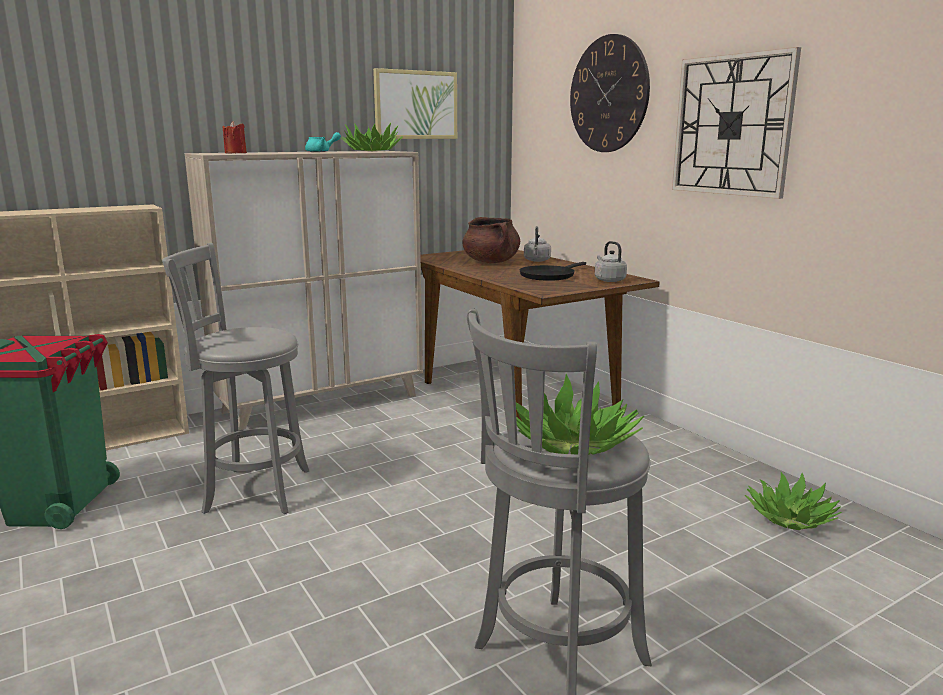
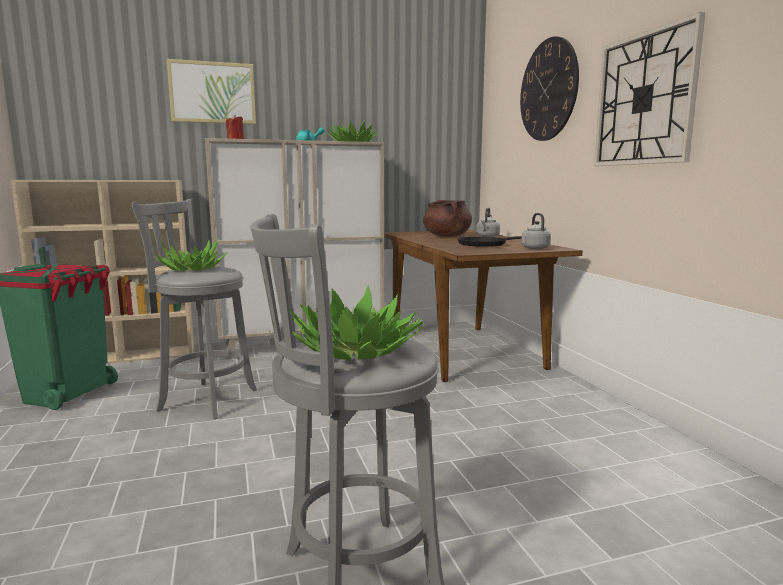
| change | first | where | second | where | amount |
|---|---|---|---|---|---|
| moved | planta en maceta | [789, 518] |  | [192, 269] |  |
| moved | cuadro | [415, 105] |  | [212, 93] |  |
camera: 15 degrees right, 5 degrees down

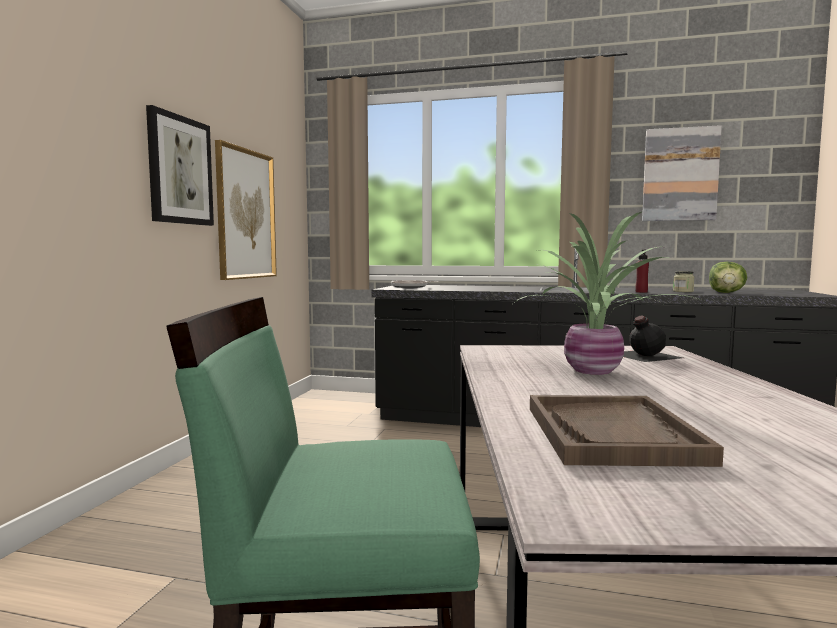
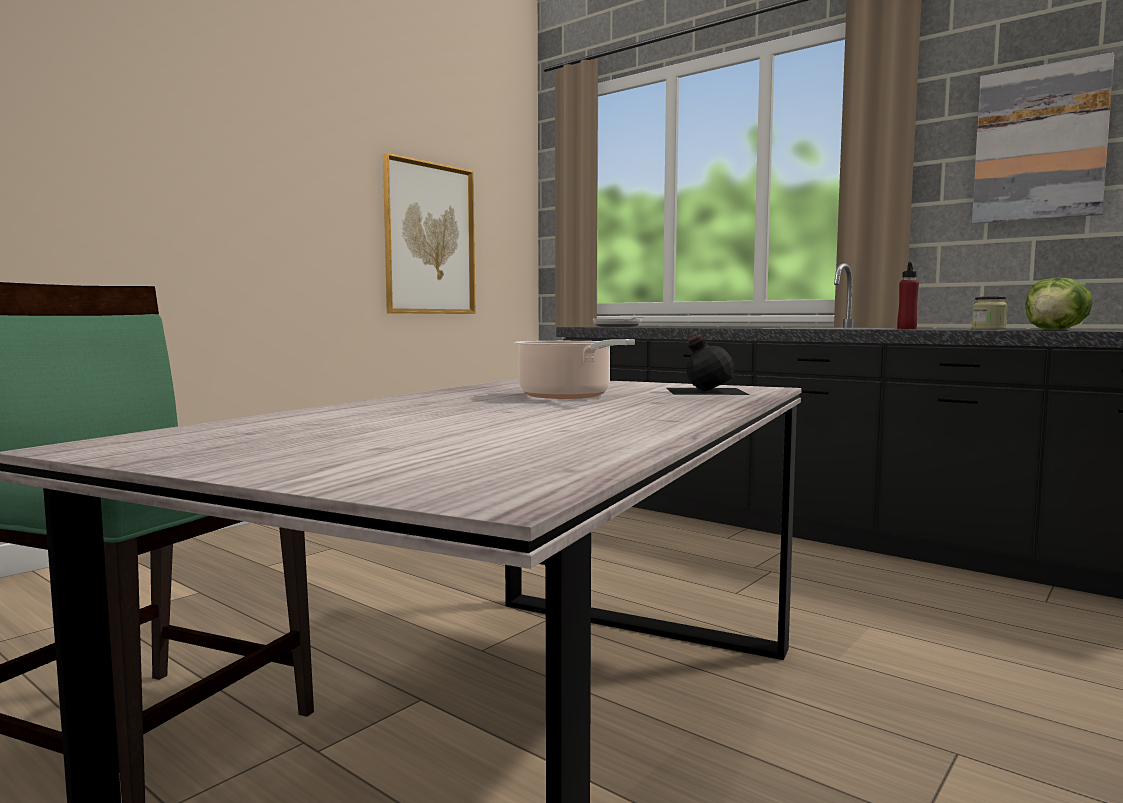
| change | first | where | second | where | amount |
|---|---|---|---|---|---|
| replaced | planta en maceta | [596, 371] | olla | [568, 396] |  |
| removed | cuadro | [180, 170] |  |  |  |
| removed | bandeja/marrón | [611, 434] |  |  |  |
camera: 25 degrees right, 0 degrees up

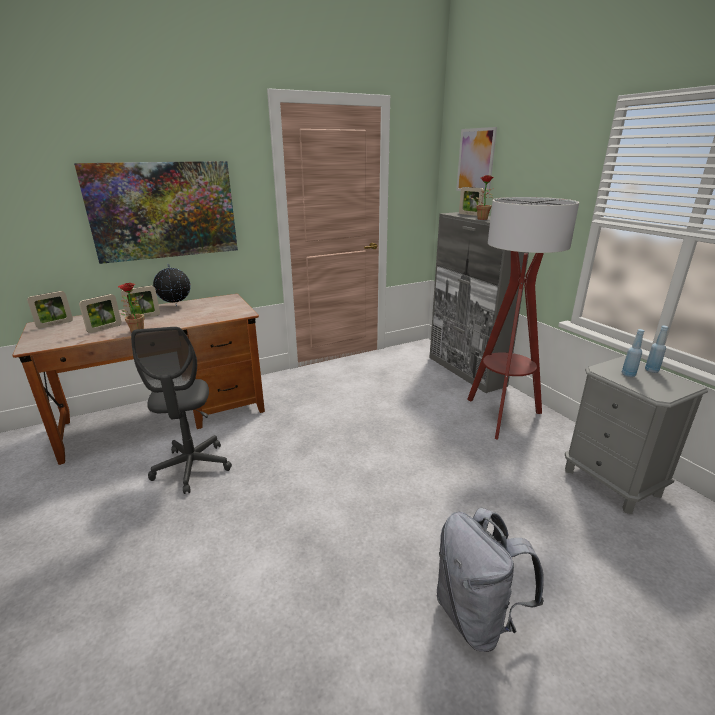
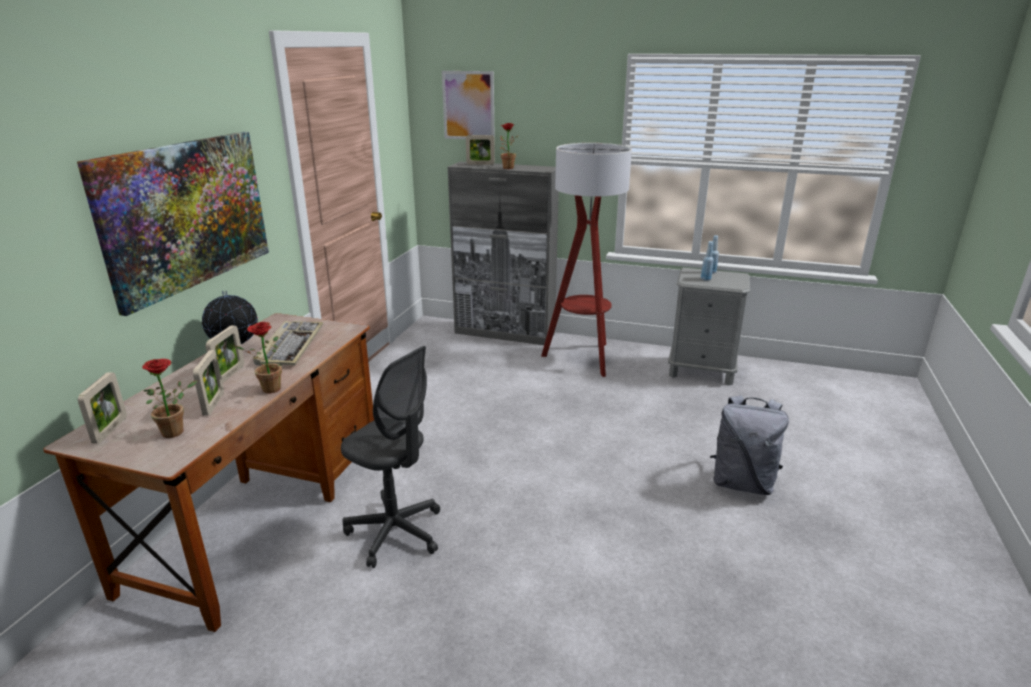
| change | first | where | second | where | amount |
|---|---|---|---|---|---|
| added |  |  | planta en maceta | [177, 431] |  |
| added |  |  | teclado | [290, 345] |  |
camera: 45 degrees left, 0 degrees up

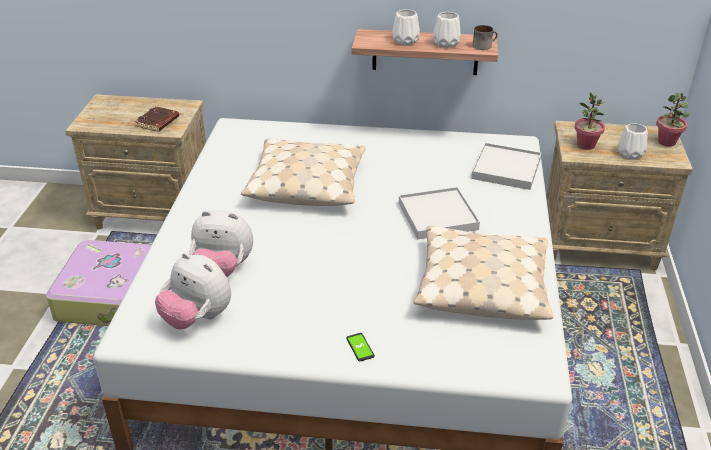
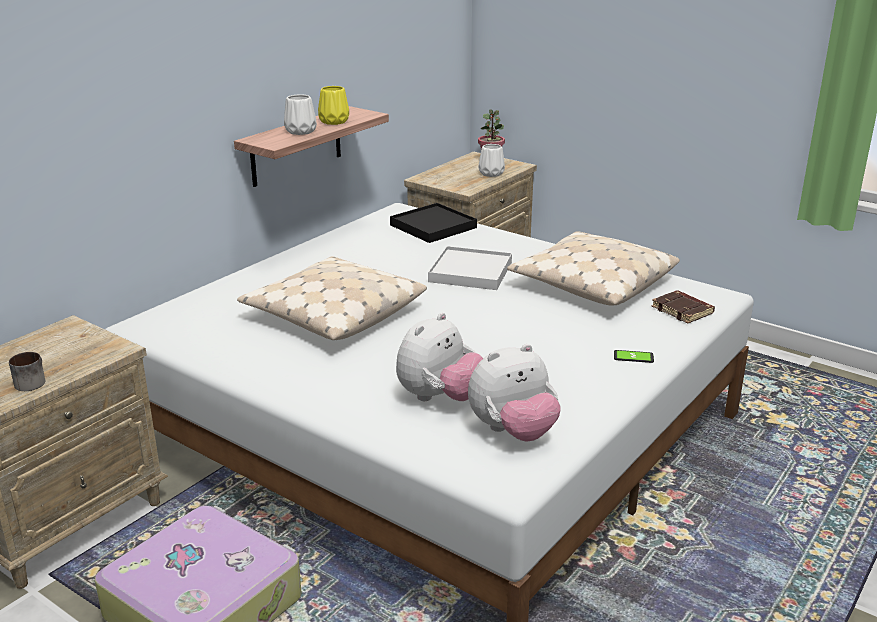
| change | first | where | second | where | amount |
|---|---|---|---|---|---|
| moved | taza grande | [484, 45] |  | [31, 381] |  |
| recoloured | florero/blanco | [445, 43] | florero/amarillo | [333, 121] |  |
| recoloured | bandeja/blanco | [506, 169] | bandeja/negro | [433, 226] |  |
| moved | libro/marrón | [158, 122] |  | [683, 311] |  |
| removed | planta en maceta | [586, 145] |  |  |  |
camera: 60 degrees left, 10 degrees down

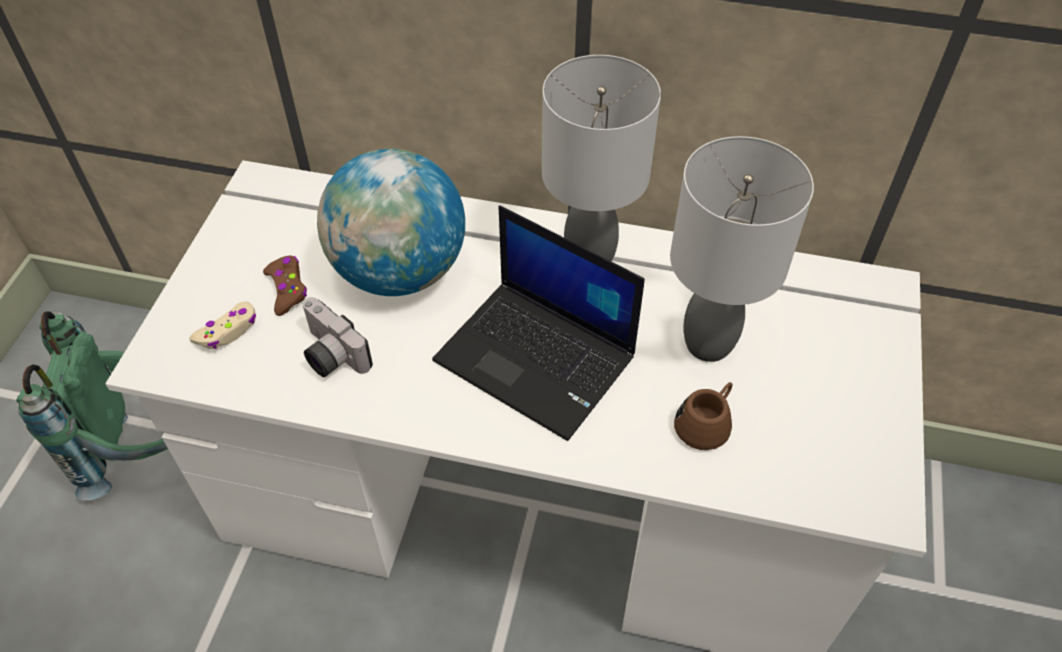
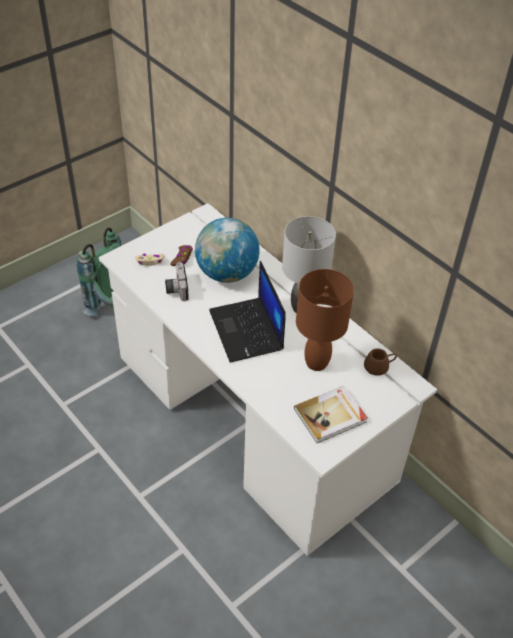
| change | first | where | second | where | amount |
|---|---|---|---|---|---|
| added |  |  | libro | [331, 416] |  |
| recoloured | lámpara de mesa/gris | [707, 342] | lámpara de mesa/marrón | [317, 362] |  |
| moved | taza grande/marrón | [706, 423] |  | [379, 366] |  |
camera: 35 degrees right, 5 degrees down

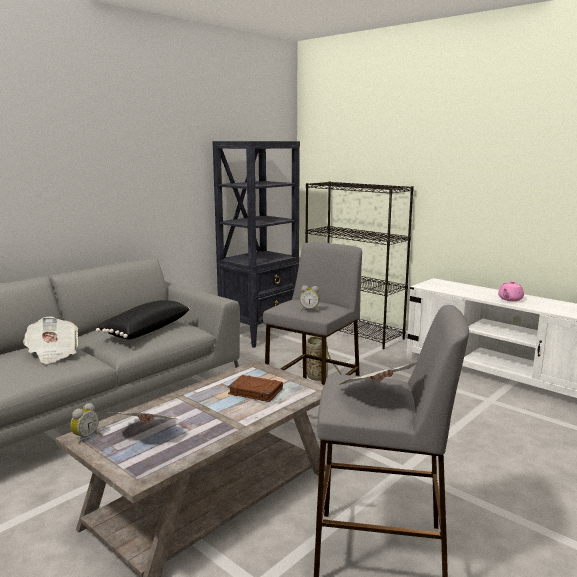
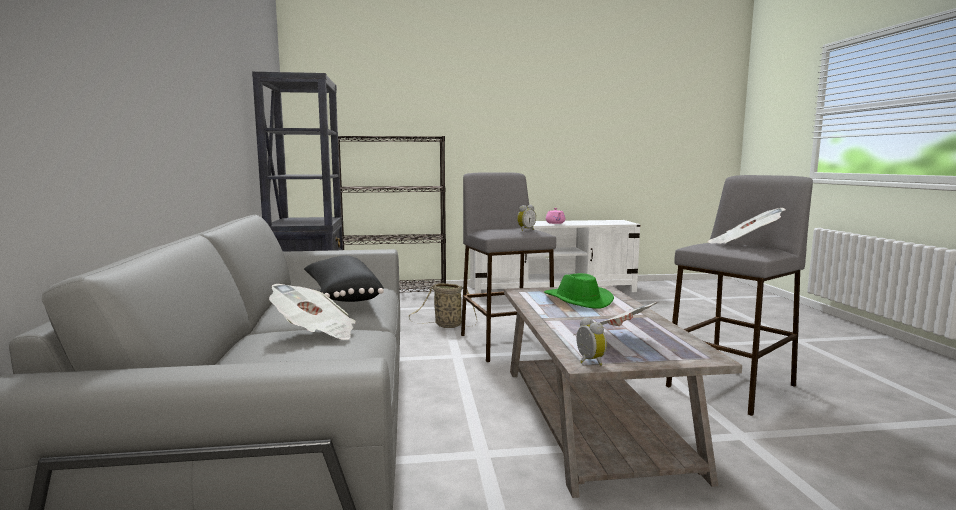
| change | first | where | second | where | amount |
|---|---|---|---|---|---|
| replaced | libro/marrón | [254, 391] | sombrero/verde | [576, 300] |  |
camera: 50 degrees left, 5 degrees down

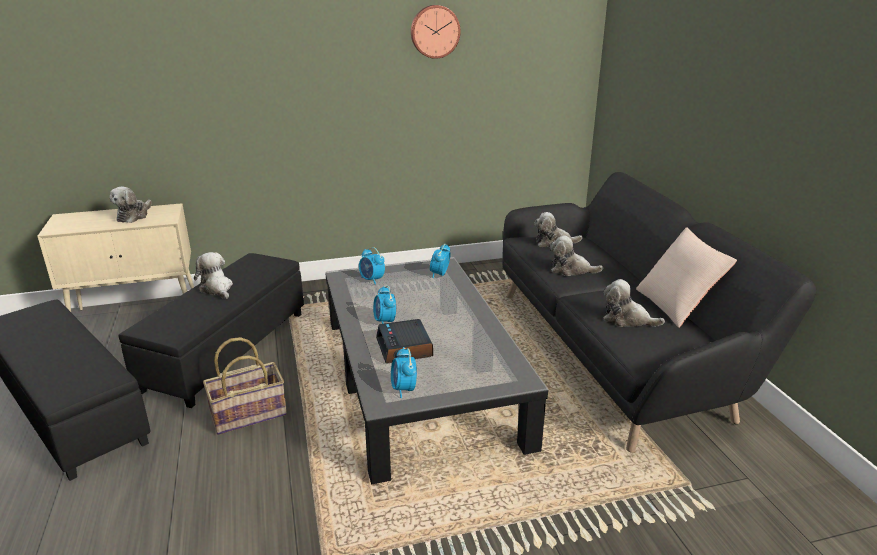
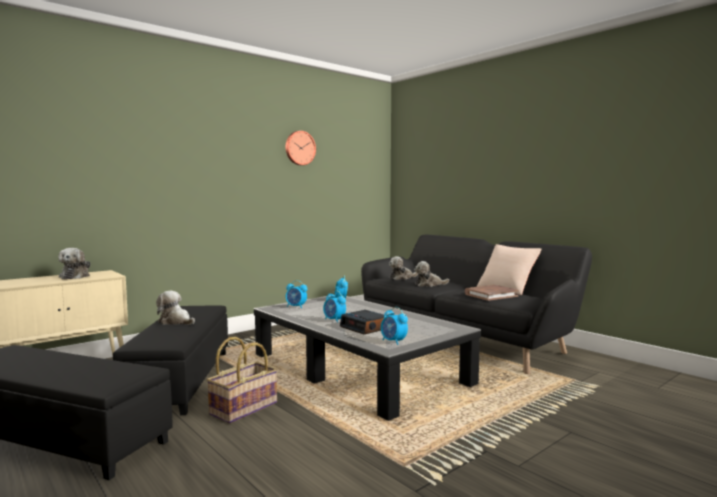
| change | first | where | second | where | amount |
|---|---|---|---|---|---|
| replaced | peluche | [627, 319] | libro/marrón | [491, 295] |  |
camera: 25 degrees left, 20 degrees down

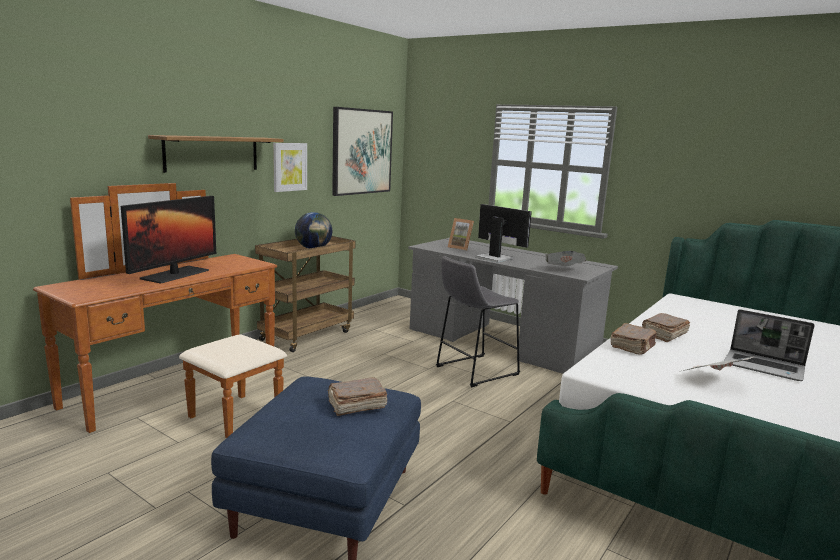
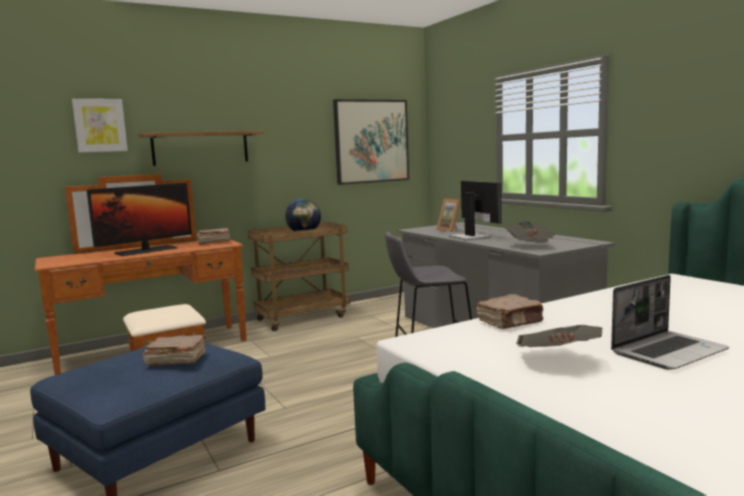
| change | first | where | second | where | amount |
|---|---|---|---|---|---|
| moved | cuadro | [289, 167] |  | [100, 125] |  |
| moved | libro/marrón | [663, 335] |  | [213, 242] |  |
| turned | portátil | [764, 367] |  | [668, 351] | 90 degrees counterclockwise |
camera: 25 degrees right, 5 degrees down

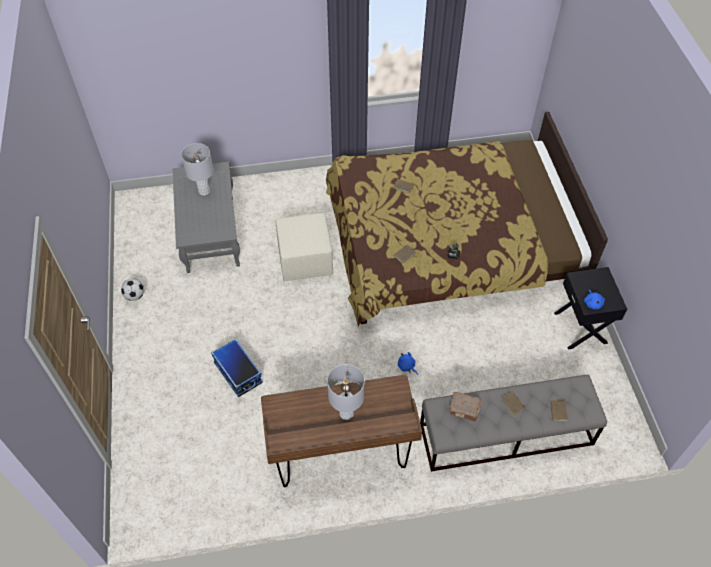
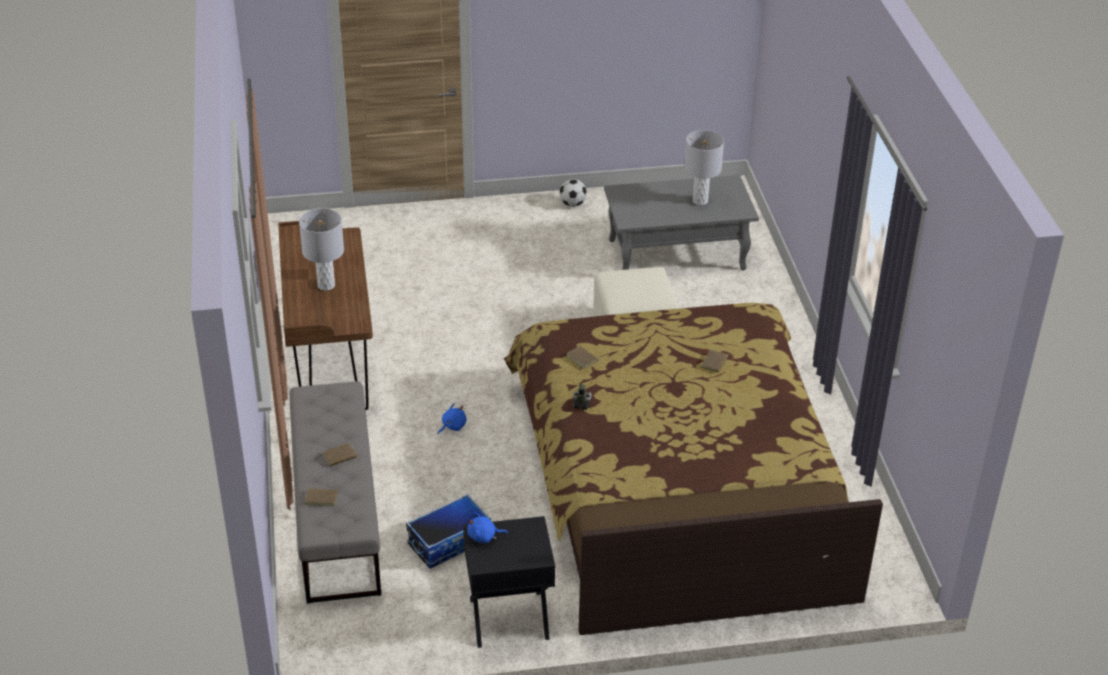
| change | first | where | second | where | amount |
|---|---|---|---|---|---|
| moved | caja de almacenaje | [237, 373] |  | [449, 542] |  |
| removed | libro/marrón | [464, 409] |  |  |  |
camera: 90 degrees right, 15 degrees down

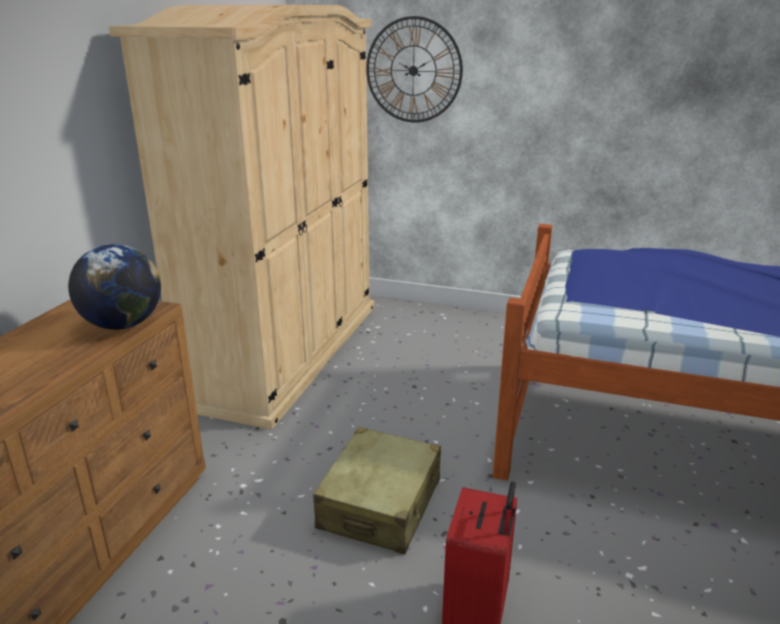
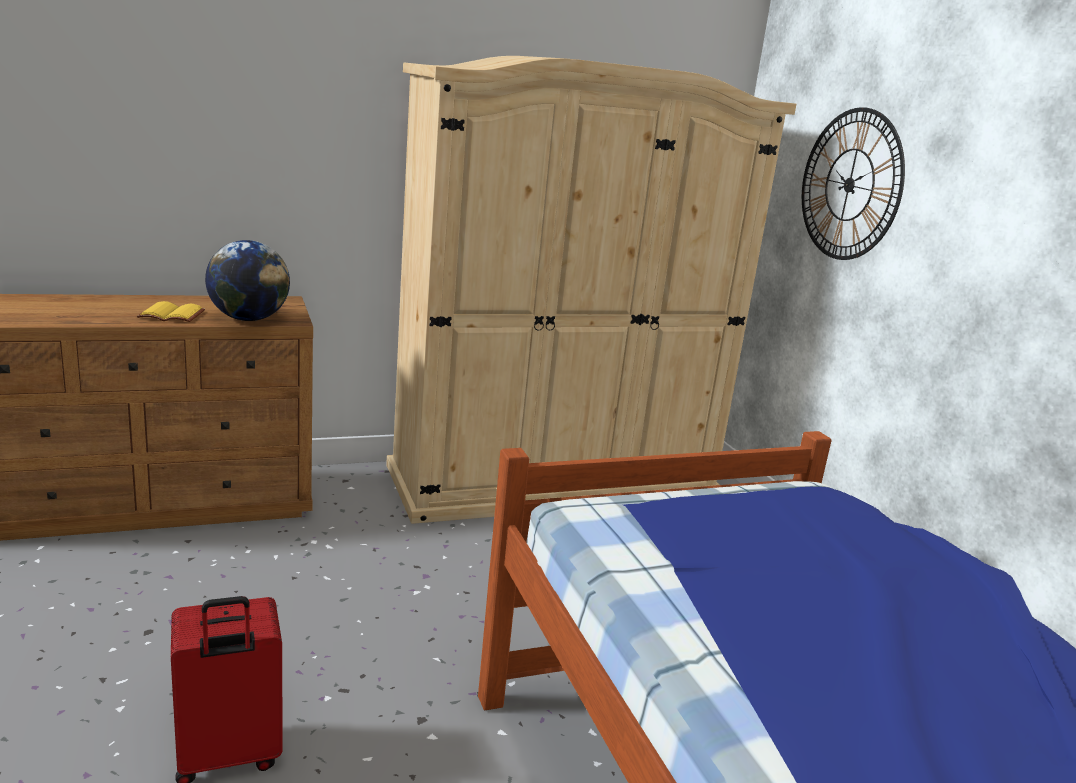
| change | first | where | second | where | amount |
|---|---|---|---|---|---|
| added |  |  | libro/amarillo | [173, 315] |  |
| removed | maleta/beis | [380, 504] |  |  |  |
camera: 50 degrees right, 5 degrees down

